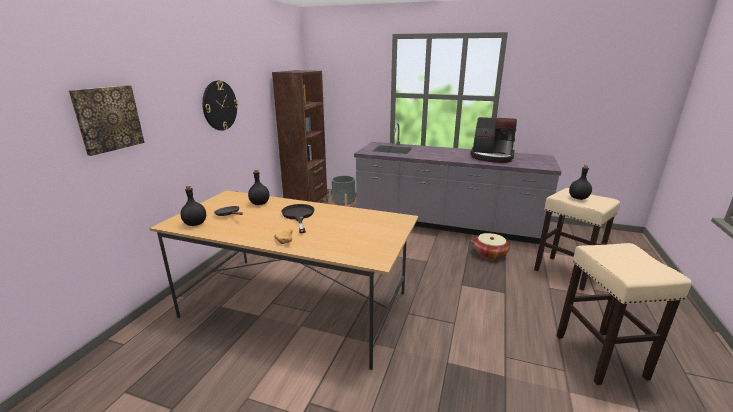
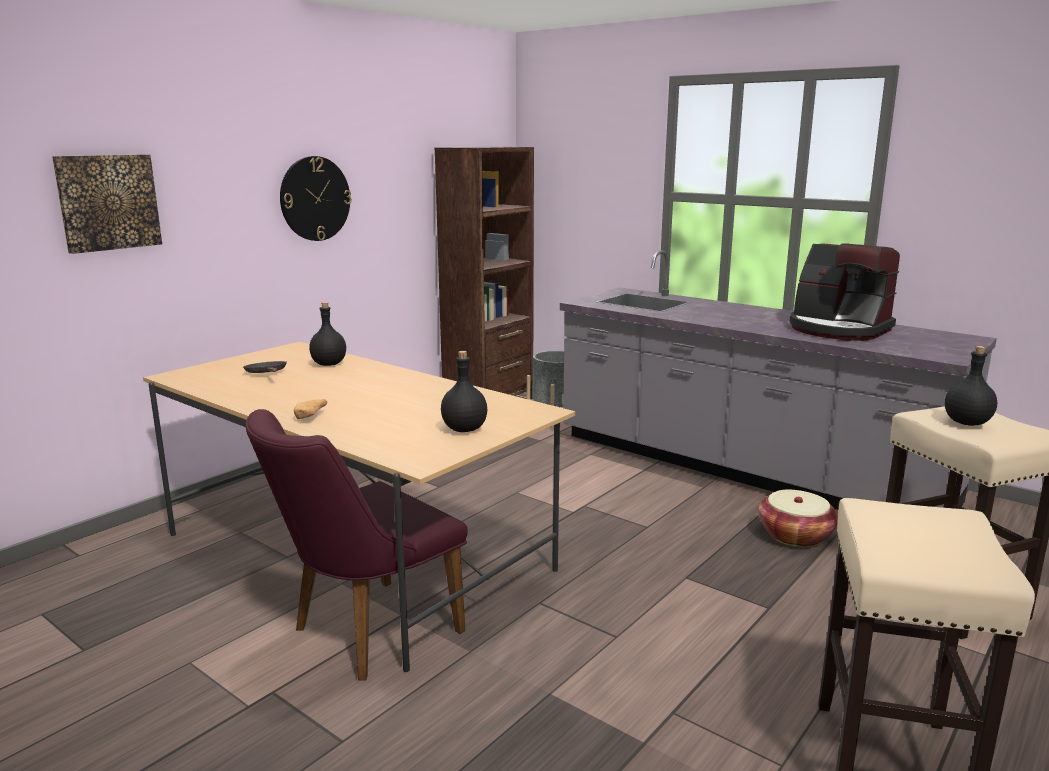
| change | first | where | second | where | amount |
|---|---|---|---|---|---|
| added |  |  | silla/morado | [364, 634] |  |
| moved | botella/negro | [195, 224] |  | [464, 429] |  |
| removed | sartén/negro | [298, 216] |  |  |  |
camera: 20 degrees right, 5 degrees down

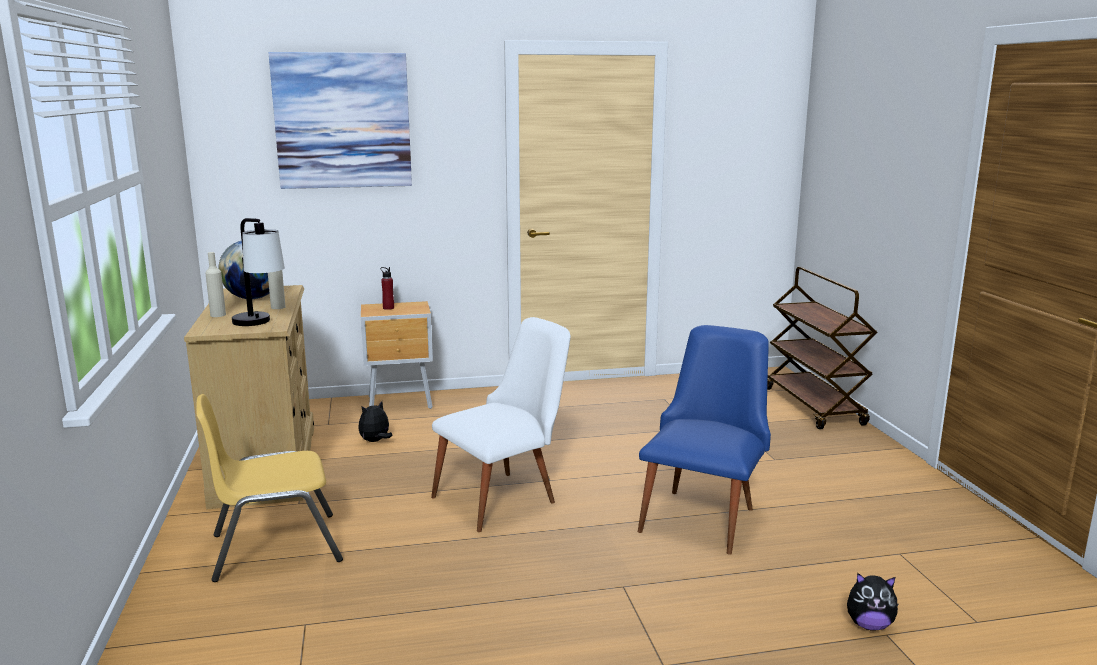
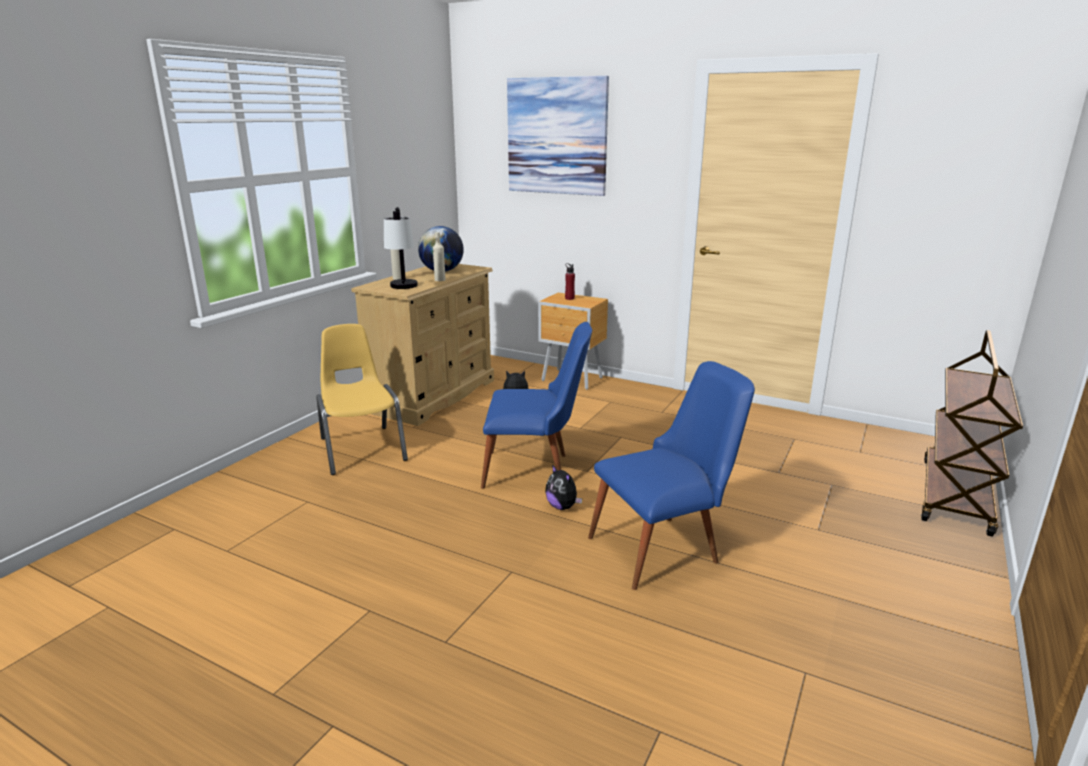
| change | first | where | second | where | amount |
|---|---|---|---|---|---|
| turned | silla/amarillo | [275, 547] |  | [362, 449] | 45 degrees clockwise |
| recoloured | silla/blanco | [505, 497] | silla/azul | [535, 471] |  |
| moved | peluche | [869, 625] |  | [562, 507] |  |
camera: 40 degrees right, 5 degrees up

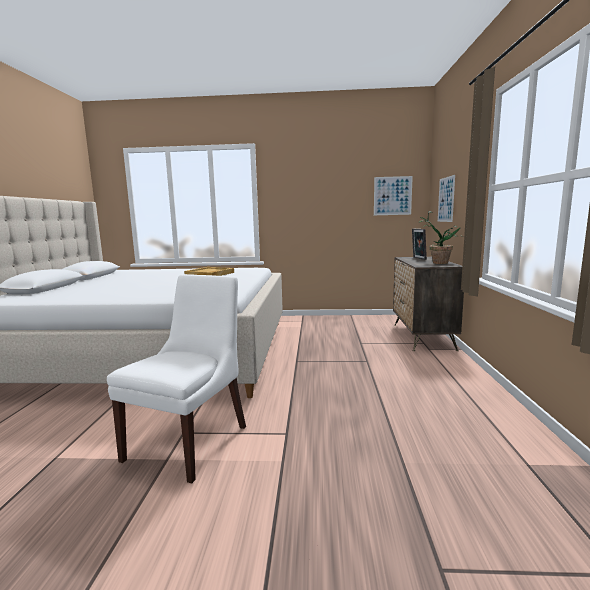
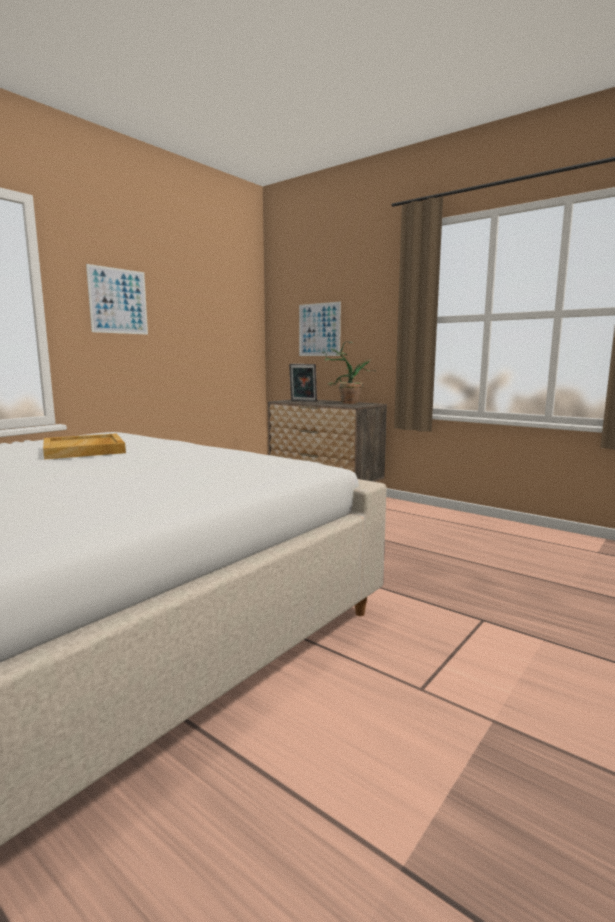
| change | first | where | second | where | amount |
|---|---|---|---|---|---|
| moved | cuadro | [392, 196] |  | [118, 301] |  |
| removed | silla/blanco | [190, 440] |  |  |  |
camera: 55 degrees left, 0 degrees up

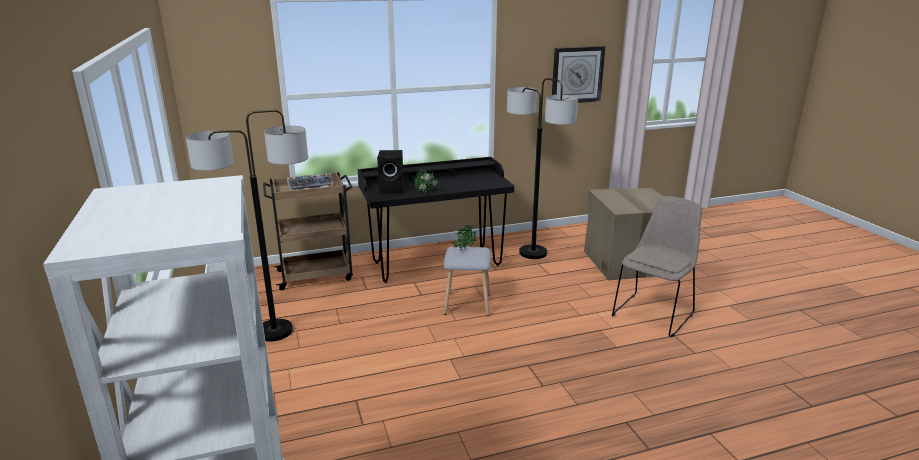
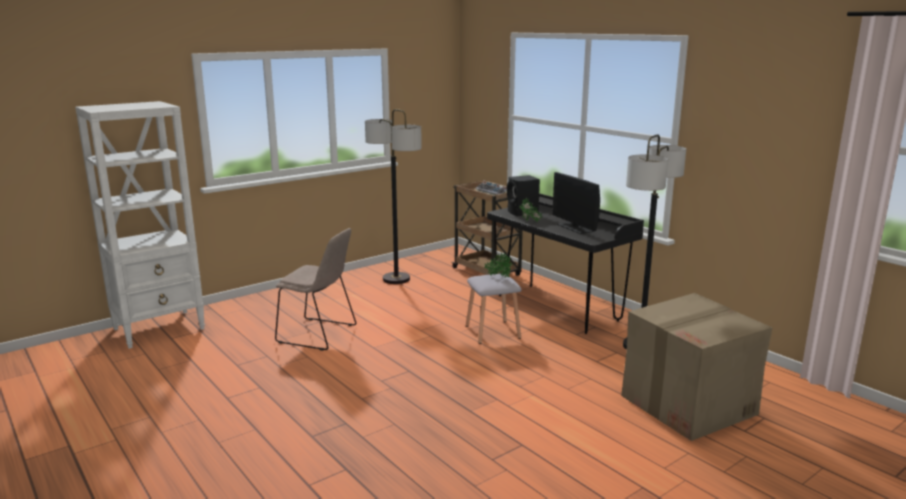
| change | first | where | second | where | amount |
|---|---|---|---|---|---|
| moved | silla/beis | [653, 313] |  | [319, 334] |  |
| added |  |  | monitor | [575, 228] |  |
| removed | reloj de pared | [577, 75] |  |  |  |
camera: 70 degrees right, 5 degrees down

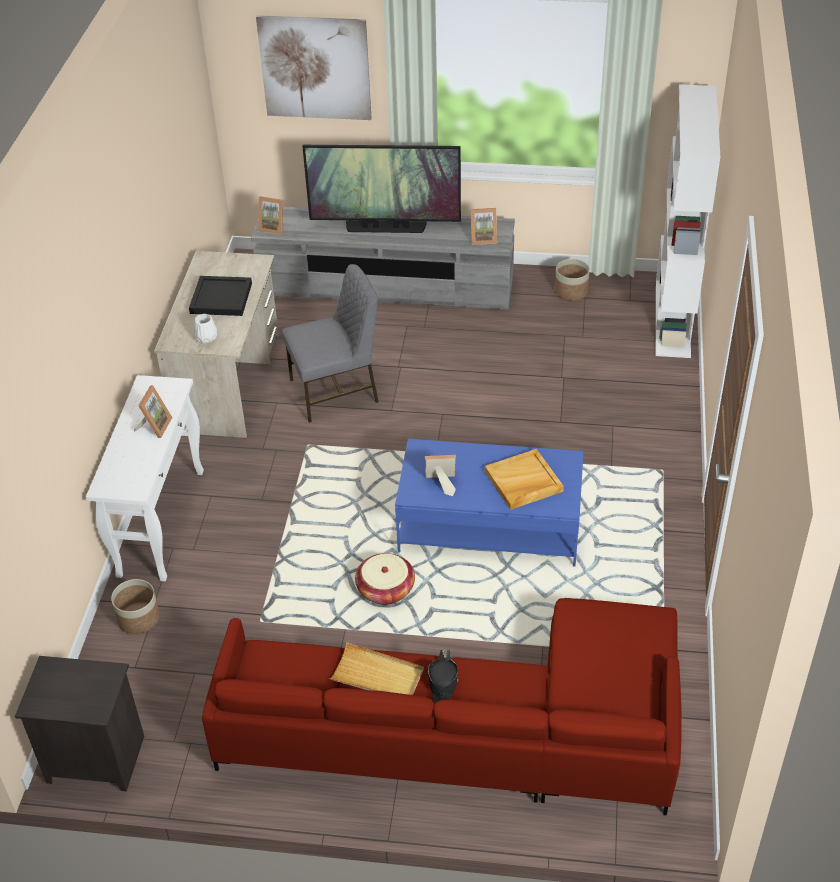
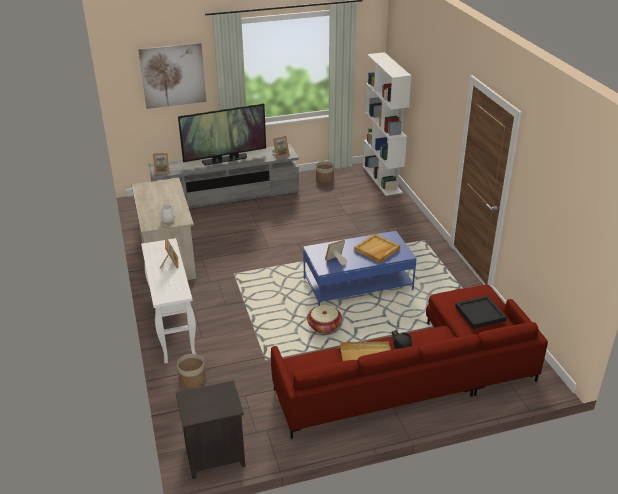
| change | first | where | second | where | amount |
|---|---|---|---|---|---|
| moved | bandeja/negro | [220, 298] |  | [479, 313] |  |
| removed | silla/gris | [336, 391] |  |  |  |
camera: 25 degrees left, 10 degrees down

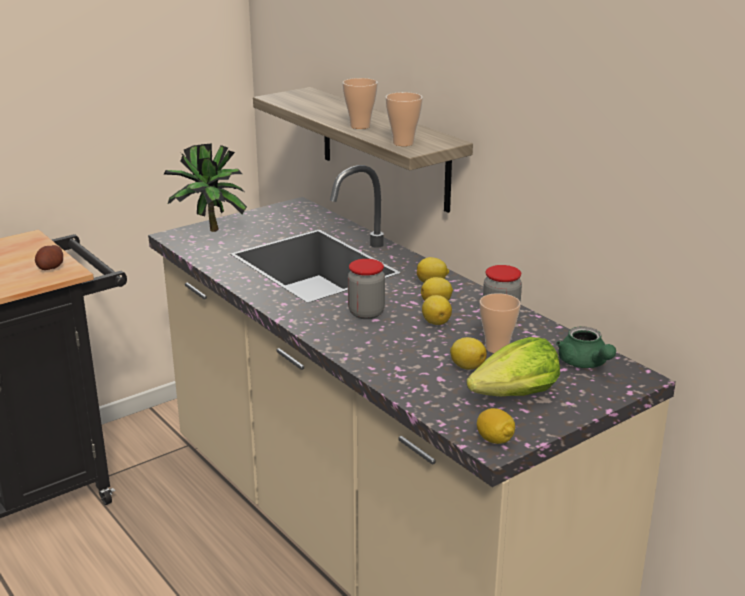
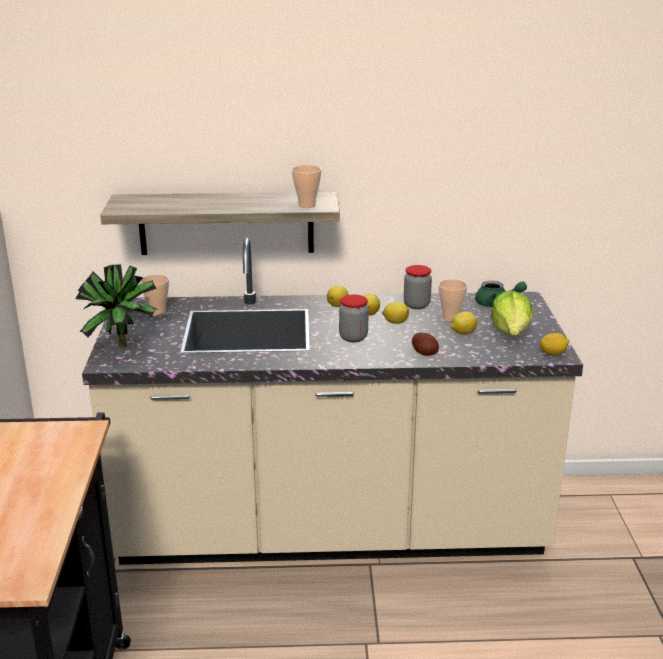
| change | first | where | second | where | amount |
|---|---|---|---|---|---|
| moved | taza | [360, 126] |  | [157, 313] |  |
| moved | patata | [51, 268] |  | [425, 353] |  |
camera: 55 degrees left, 0 degrees up

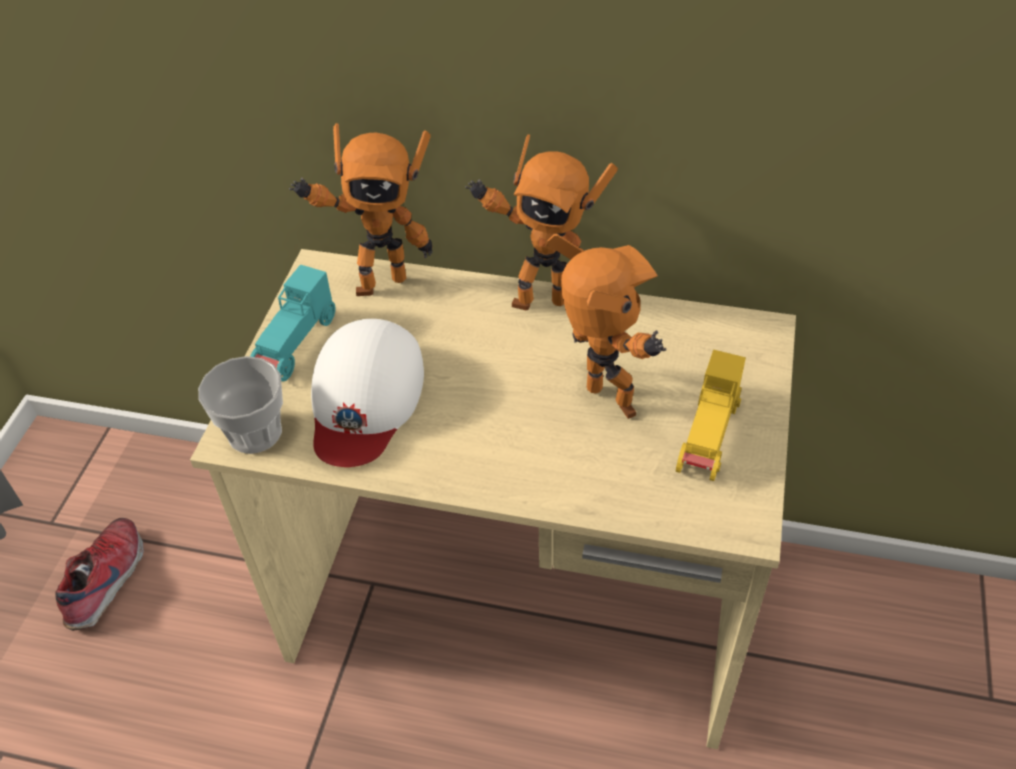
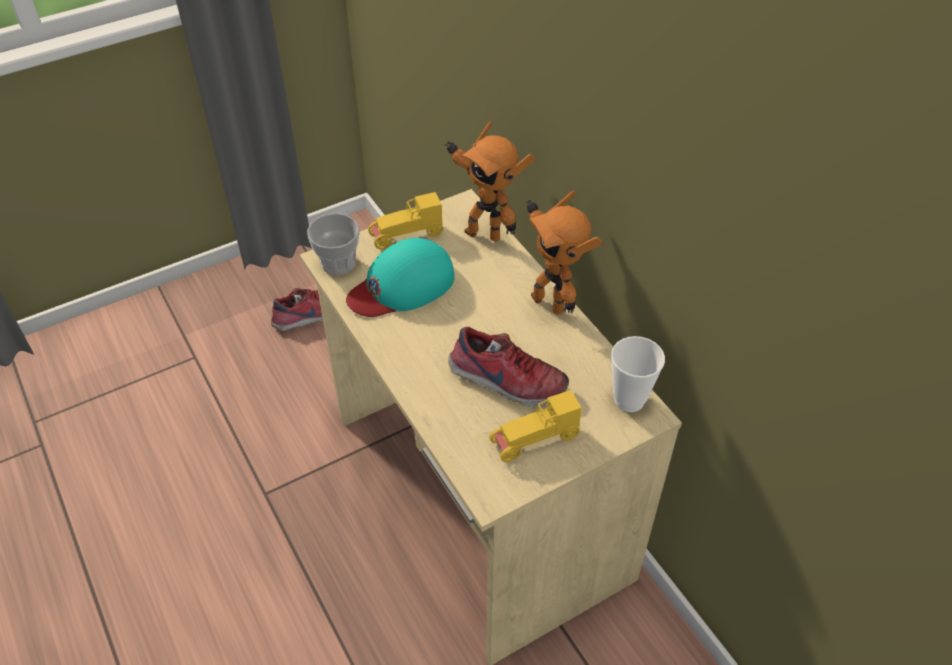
| change | first | where | second | where | amount |
|---|---|---|---|---|---|
| recoloured | gorra/blanco | [365, 399] | gorra/turquesa | [402, 285] |  |
| recoloured | coche de juguete/turquesa | [296, 346] | coche de juguete/amarillo | [406, 236] |  |
| replaced | robot de juguete | [605, 406] | zapato | [505, 381] |  |
| added |  |  | taza | [629, 400] |  |
camera: 45 degrees right, 0 degrees up

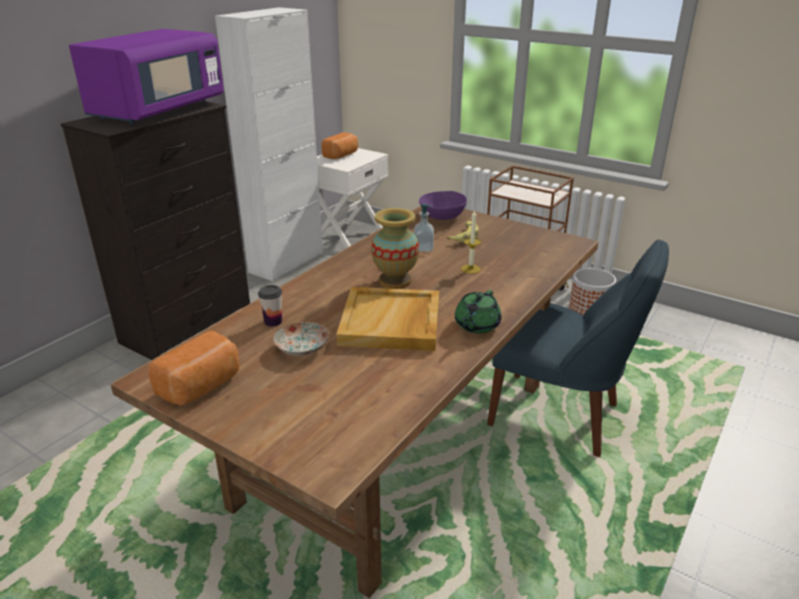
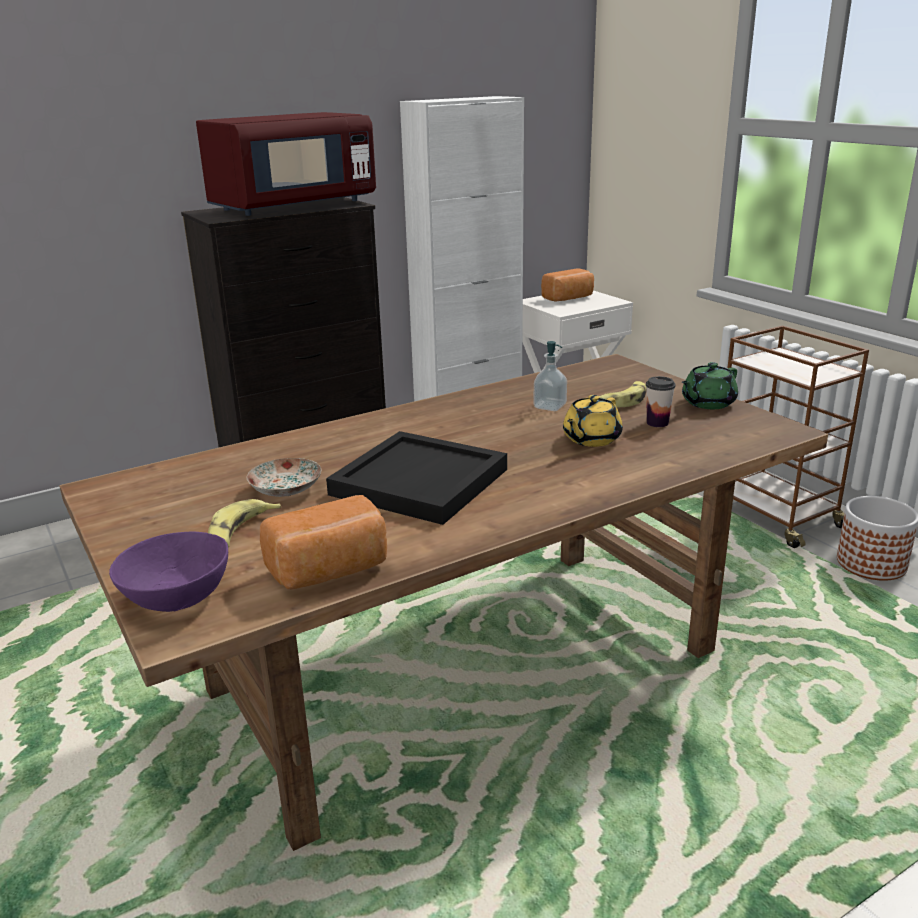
| change | first | where | second | where | amount |
|---|---|---|---|---|---|
| moved | cuenco/morado | [442, 216] |  | [176, 596] |  |
| recoloured | microondas/morado | [158, 111] | microondas/rojo | [293, 206] |  |
| added |  |  | plátano | [241, 533] |  |
| moved | pan | [202, 386] |  | [330, 571] |  |
| recoloured | bandeja/beis | [391, 323] | bandeja/negro | [420, 483] |  |
| replaced | vela | [470, 269] | tetera/amarillo | [590, 439] |  |
| moved | taza | [273, 321] |  | [657, 423] |  |
| moved | tetera/verde | [476, 325] |  | [707, 403] |  |
| removed | florero | [395, 281] |  |  |  |
| removed | silla/azul | [560, 416] |  |  |  |
camera: 25 degrees right, 5 degrees down

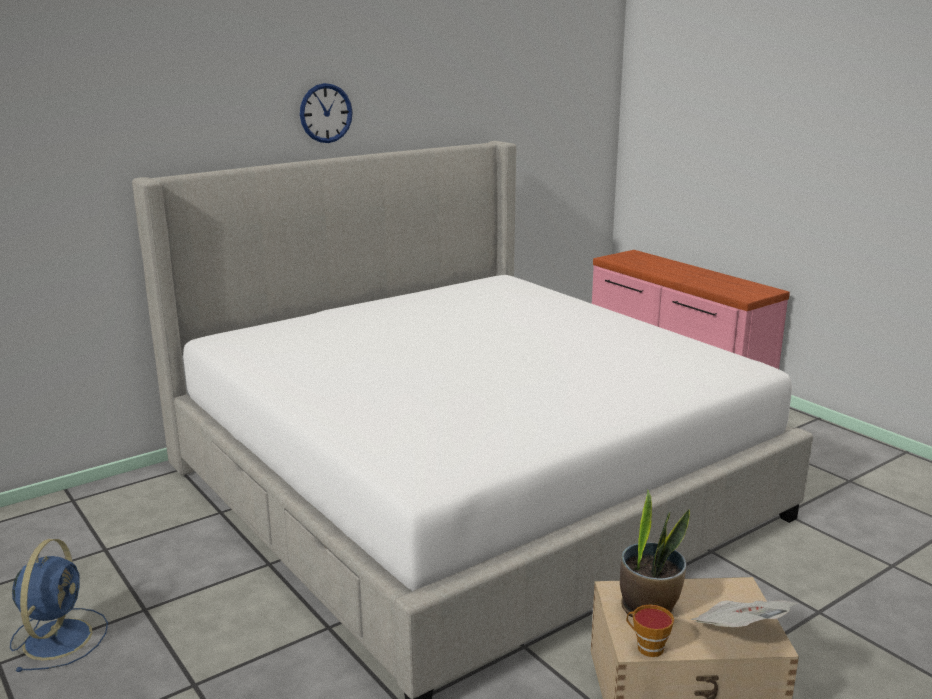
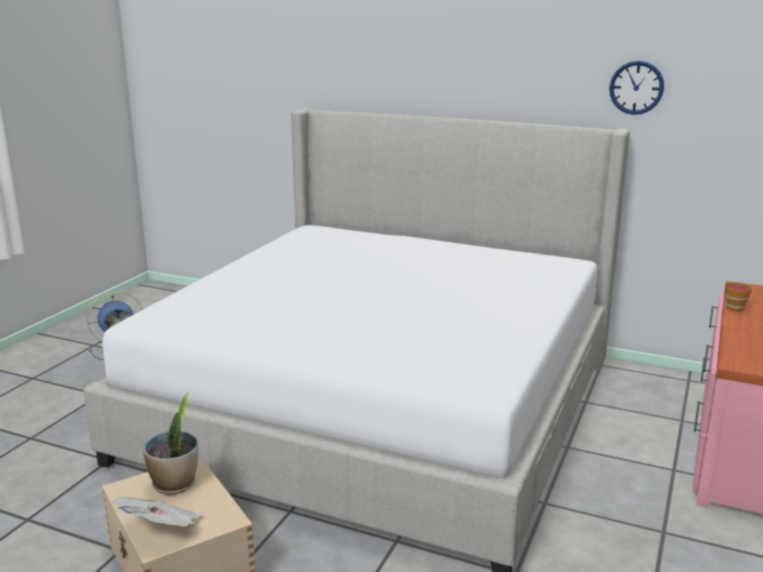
| change | first | where | second | where | amount |
|---|---|---|---|---|---|
| moved | reloj de pared | [326, 113] |  | [636, 87] |  |
| moved | taza | [647, 647] |  | [733, 307] |  |
camera: 60 degrees right, 0 degrees up

